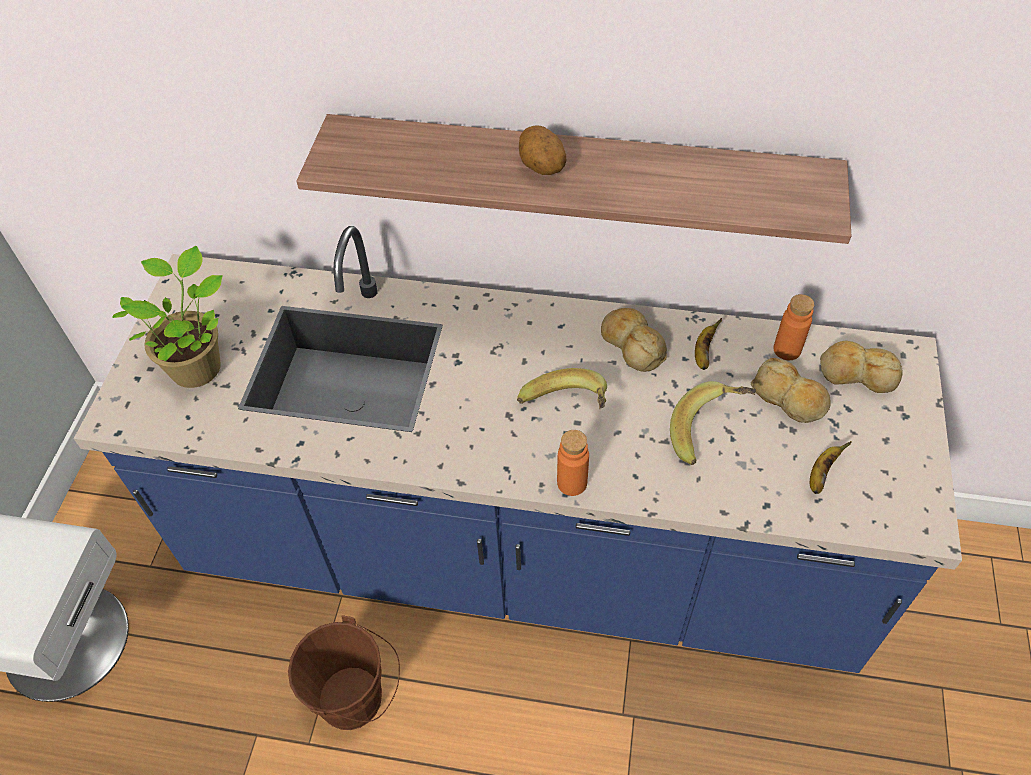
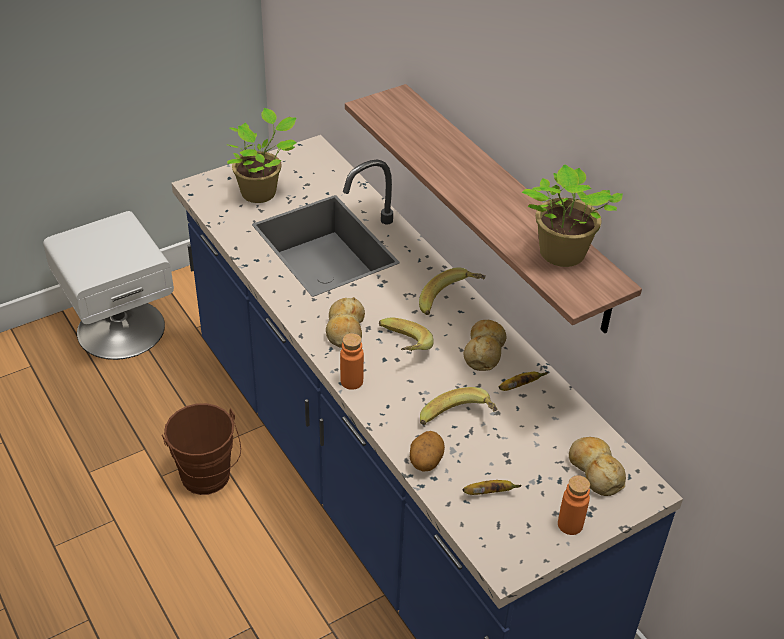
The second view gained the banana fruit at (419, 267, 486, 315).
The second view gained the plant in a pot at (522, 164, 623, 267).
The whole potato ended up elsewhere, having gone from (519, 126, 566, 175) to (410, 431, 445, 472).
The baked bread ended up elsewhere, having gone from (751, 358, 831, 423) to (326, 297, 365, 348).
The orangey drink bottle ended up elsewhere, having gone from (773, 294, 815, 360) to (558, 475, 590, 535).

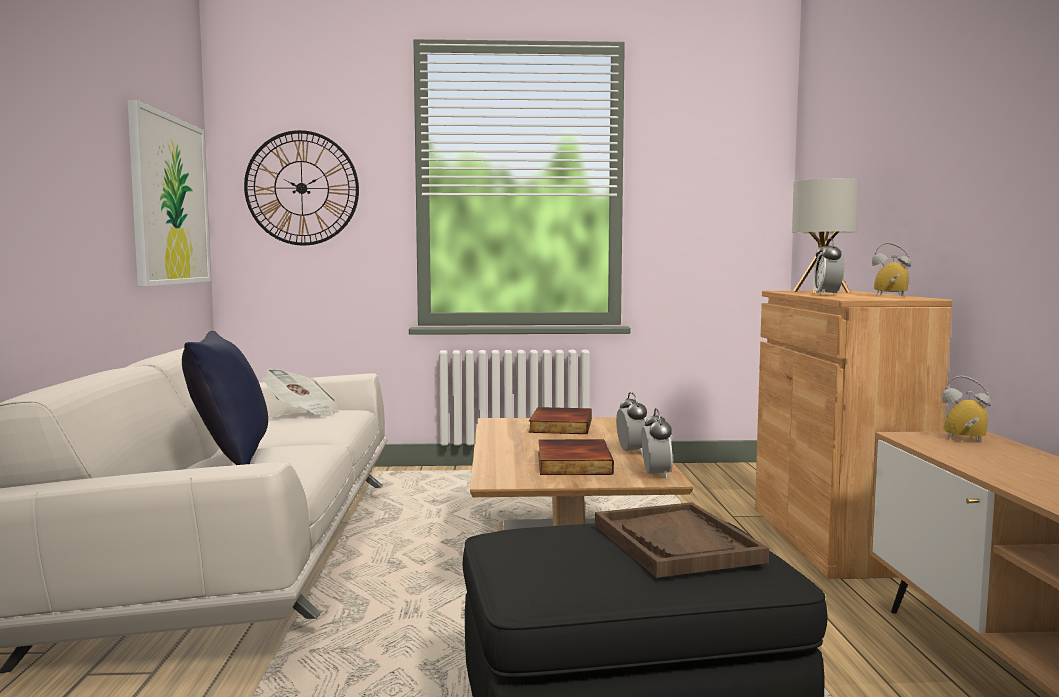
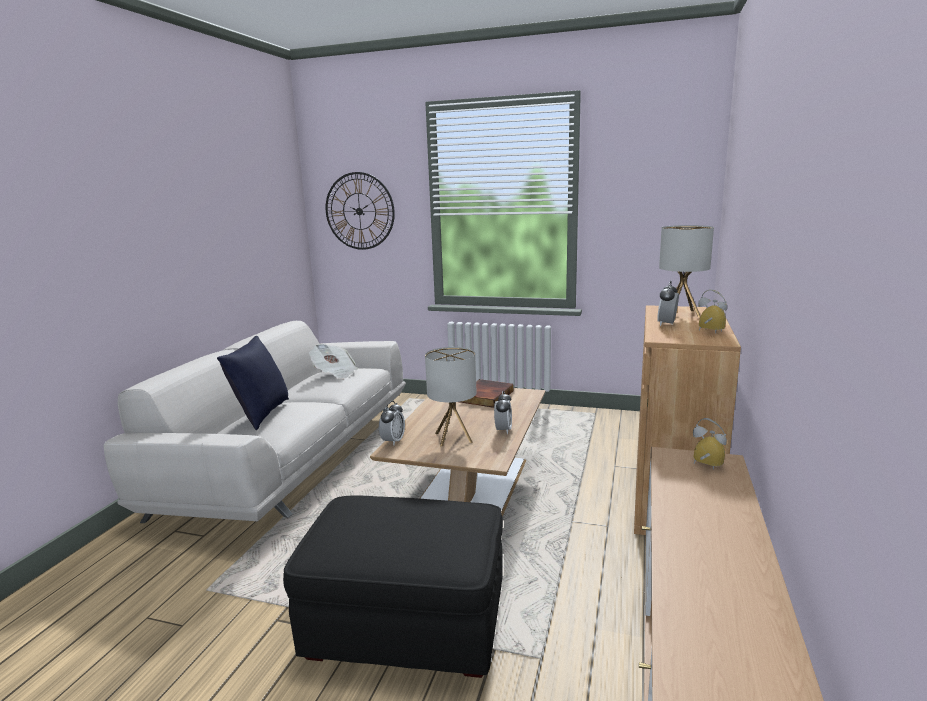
The second view lost the wall picture at (127, 100, 211, 286).
The second view lost the brown tray at (595, 502, 769, 578).
The alarm clock ended up elsewhere, having gone from (641, 408, 673, 479) to (379, 401, 405, 446).
Where the bound book stood at (538, 439, 614, 475), the lamp for a table came to stand at (425, 347, 477, 446).

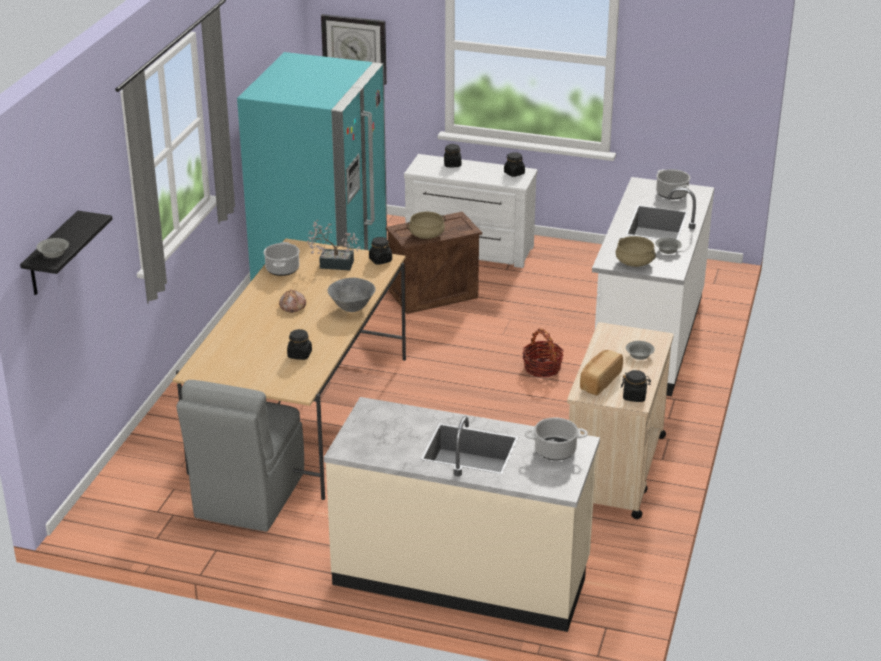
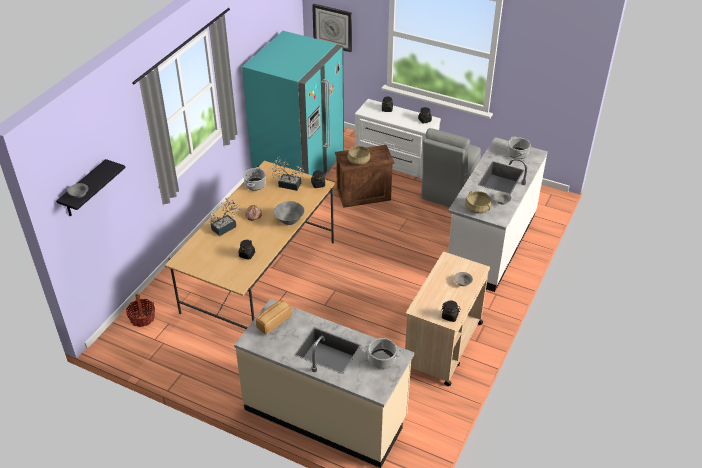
The second view gained the plant in a pot at (208, 197, 241, 236).
The greyish upright chair ended up elsewhere, having gone from (176, 380, 304, 532) to (421, 128, 481, 207).
The basket ended up elsewhere, having gone from (522, 328, 564, 378) to (126, 294, 155, 327).
The baked bread ended up elsewhere, having gone from (580, 350, 623, 396) to (256, 300, 292, 335).

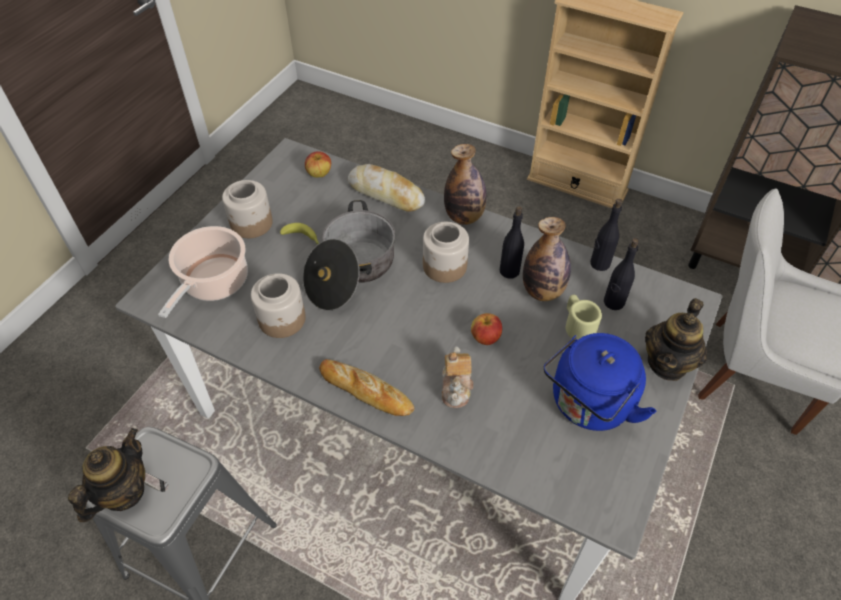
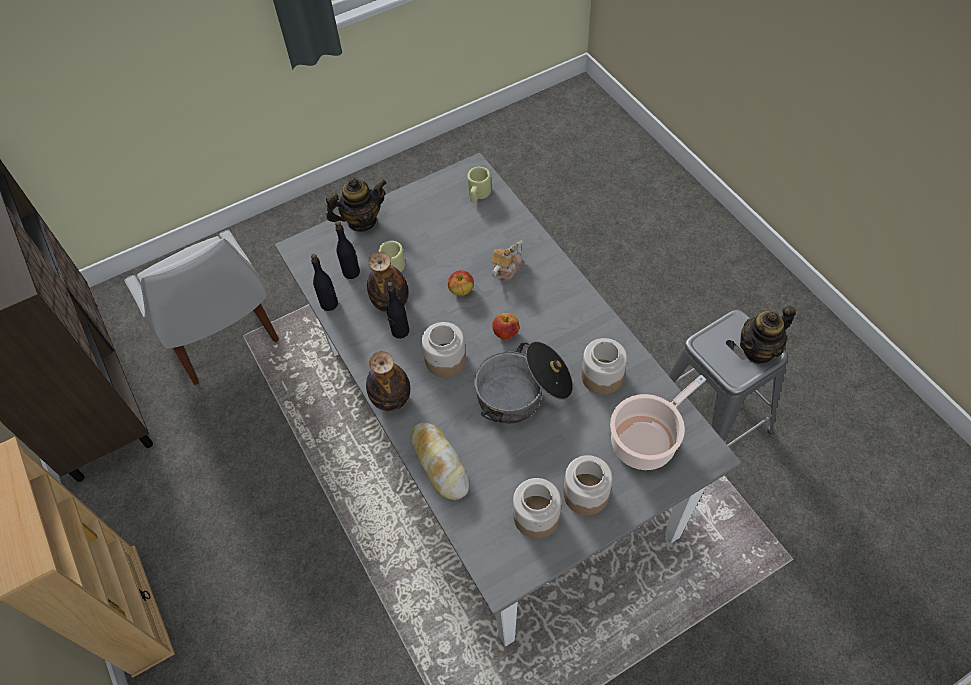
The second view lost the banana fruit at (280, 223, 319, 244).
The second view lost the baked bread at (319, 359, 414, 416).
The second view lost the blue-coloured water kettle at (543, 333, 656, 431).
The second view gained the beige tea mug at (467, 167, 491, 203).
The second view gained the jar at (513, 478, 561, 538).
The apple fruit ended up elsewhere, having gone from (305, 151, 331, 177) to (492, 313, 520, 340).

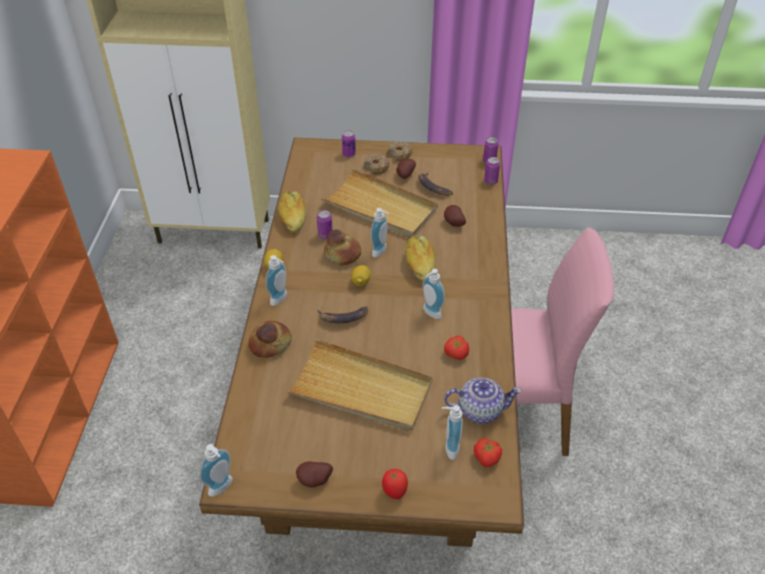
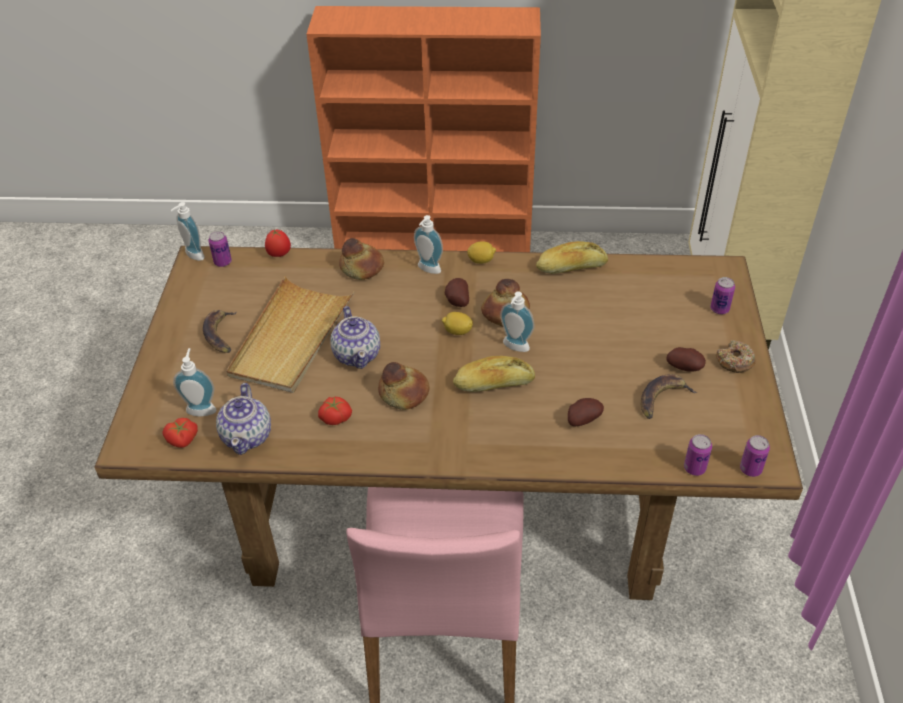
The second view lost the beige tray at (321, 168, 438, 238).
The second view lost the ring doughnut at (364, 154, 389, 174).
The second view gained the tea pot at (331, 306, 380, 369).
The whole potato ended up elsewhere, having gone from (296, 462, 333, 488) to (444, 278, 469, 307).
The sealed can ended up elsewhere, having gone from (317, 210, 333, 239) to (208, 231, 232, 267).
The banana fruit ended up elsewhere, having gone from (317, 306, 368, 323) to (203, 310, 237, 353).
The whole tomato ended up elsewhere, having gone from (382, 469, 408, 499) to (265, 230, 291, 257).
Where the liquid soap bottle stood at (422, 269, 445, 319), the baked bread came to stand at (378, 362, 430, 410).

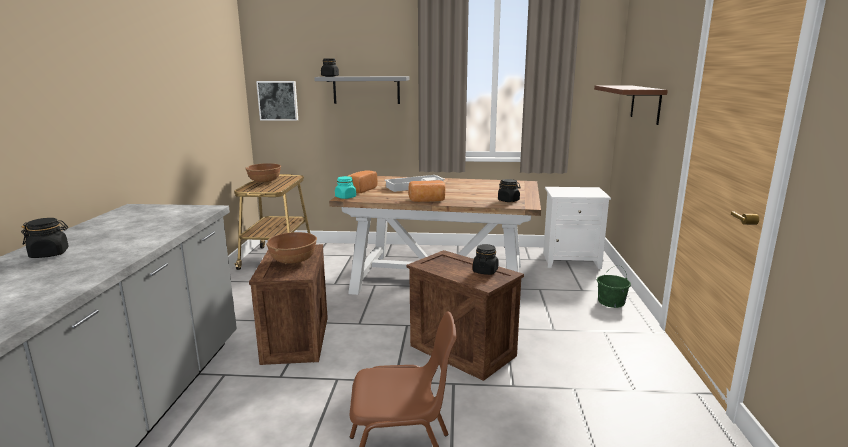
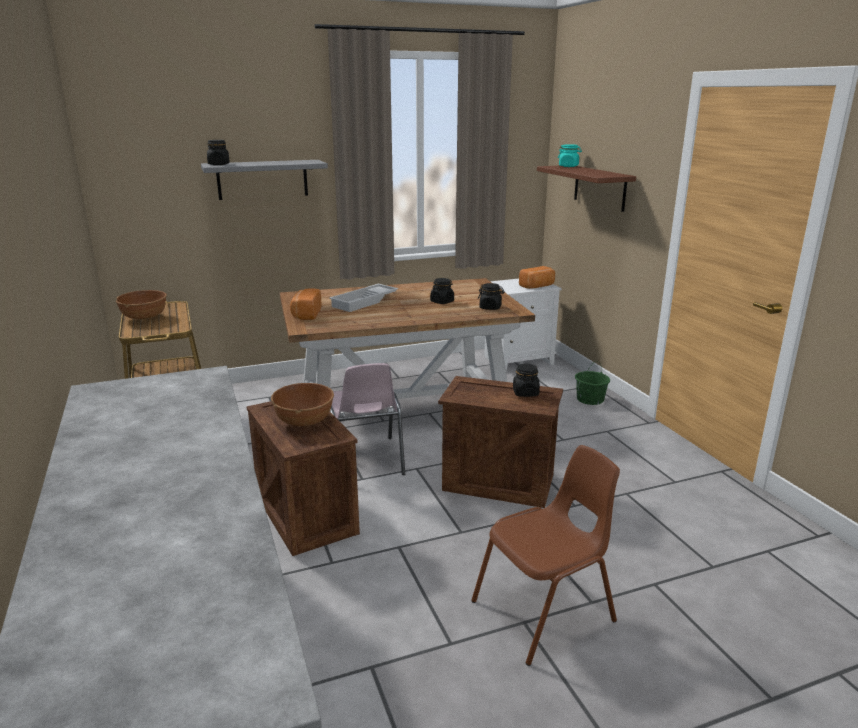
The second view lost the wall picture at (256, 81, 298, 121).
The second view gained the pinkish upright chair at (330, 363, 405, 475).
The black-coloured jar ended up elsewhere, having gone from (21, 218, 69, 258) to (430, 278, 454, 304).
The turquoise jar ended up elsewhere, having gone from (335, 176, 356, 199) to (558, 144, 582, 167).
The baked bread ended up elsewhere, having gone from (408, 180, 445, 202) to (519, 266, 555, 289).

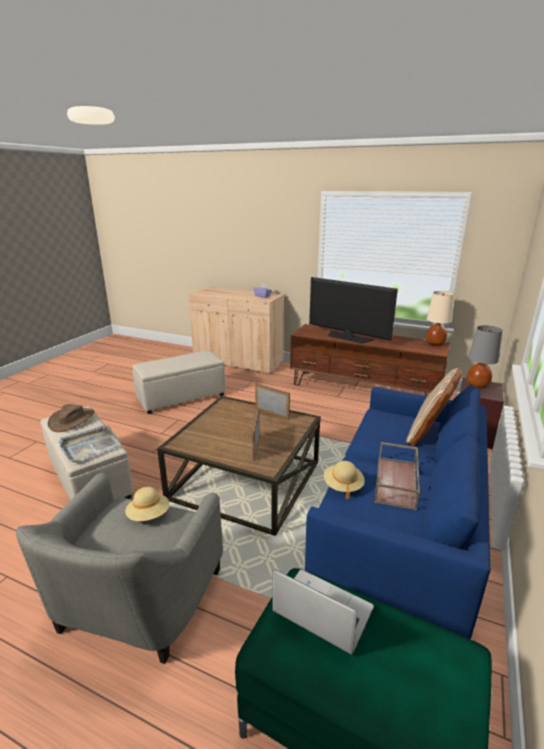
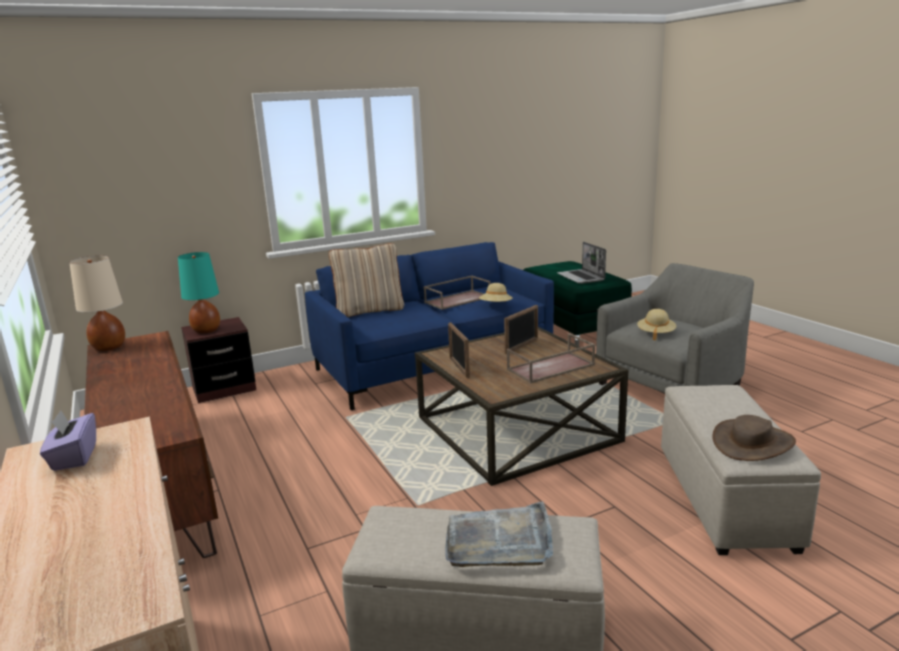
The second view lost the TV set at (309, 277, 398, 343).
The second view gained the brown tray at (507, 333, 595, 383).
The greyish tray ended up elsewhere, having gone from (59, 425, 122, 462) to (445, 501, 553, 567).
What was the greyish lamp for a table at (467, 326, 502, 388) turned into the turquoise lamp for a table at (178, 252, 220, 334).

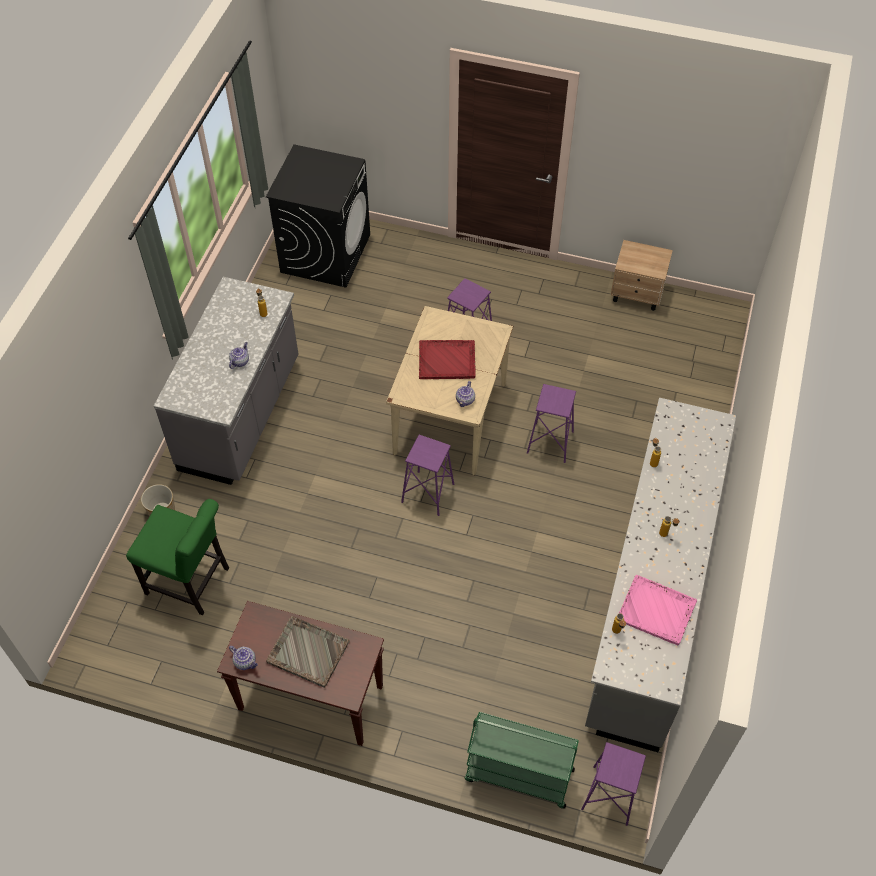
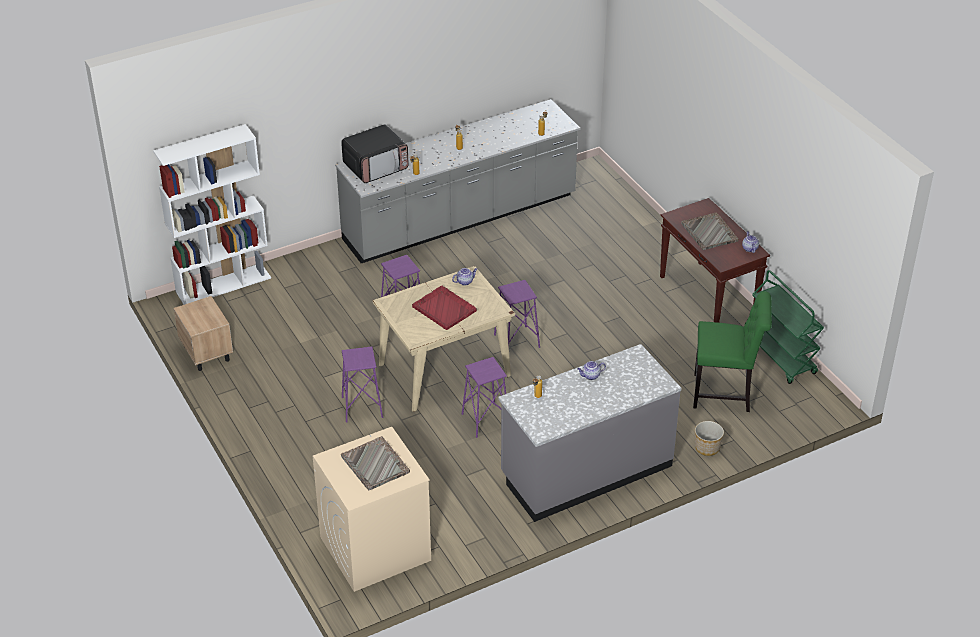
The second view lost the pinkish tray at (619, 575, 697, 645).
The second view gained the whitish shelving unit at (153, 124, 271, 305).
The second view gained the microwave at (341, 124, 409, 183).
The second view gained the greyish tray at (341, 436, 410, 490).
The greenish wheeled cart ended up elsewhere, having gone from (465, 712, 579, 809) to (752, 270, 824, 384).
The purple stool seat ended up elsewhere, having gone from (581, 742, 646, 826) to (462, 357, 507, 438).
What was the black-coloured laundry machine at (266, 144, 370, 288) turned into the beige laundry machine at (313, 427, 431, 592).
The greenish upright chair at (126, 499, 229, 615) ended up facing another way, 120 degrees clockwise from before.

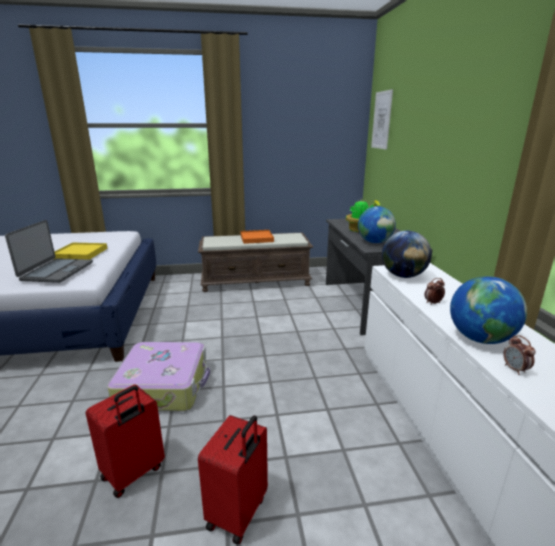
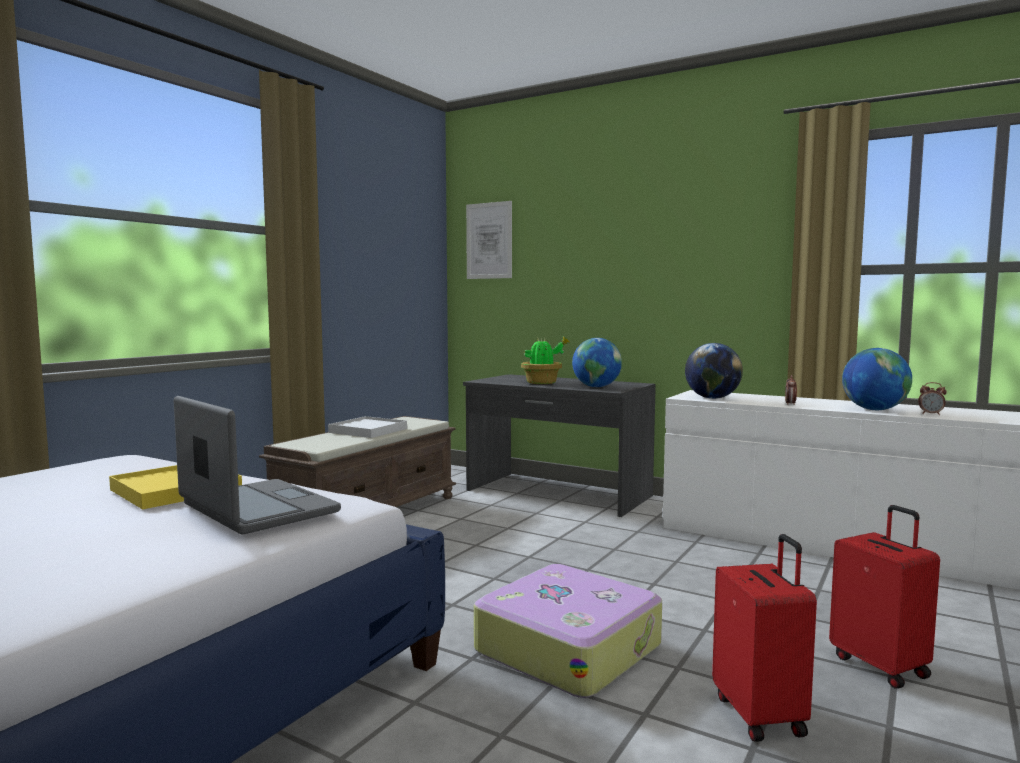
What was the orangey tray at (241, 230, 274, 244) turned into the whitish tray at (328, 416, 407, 438).

